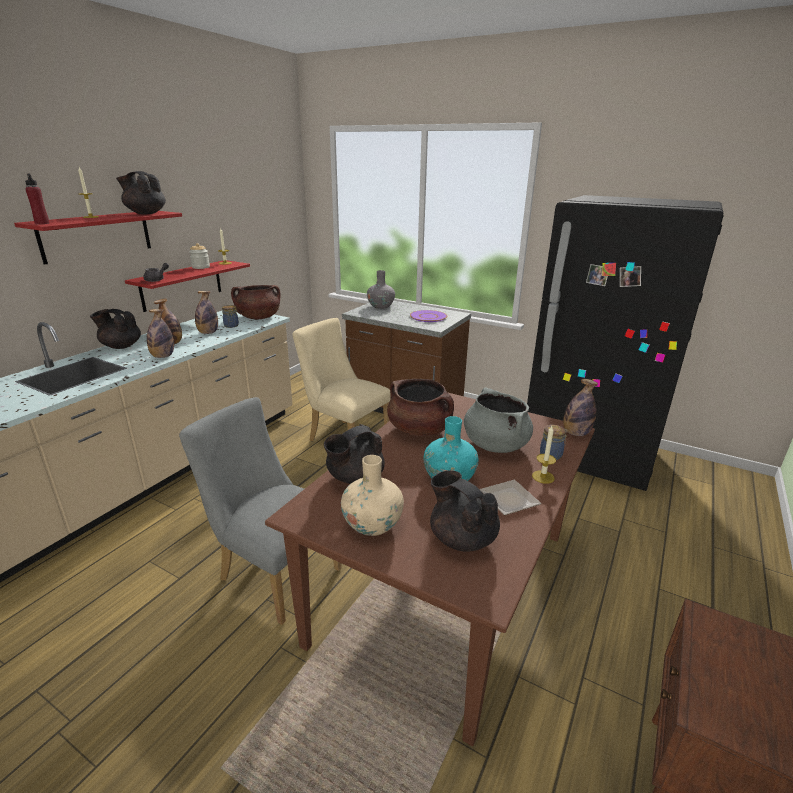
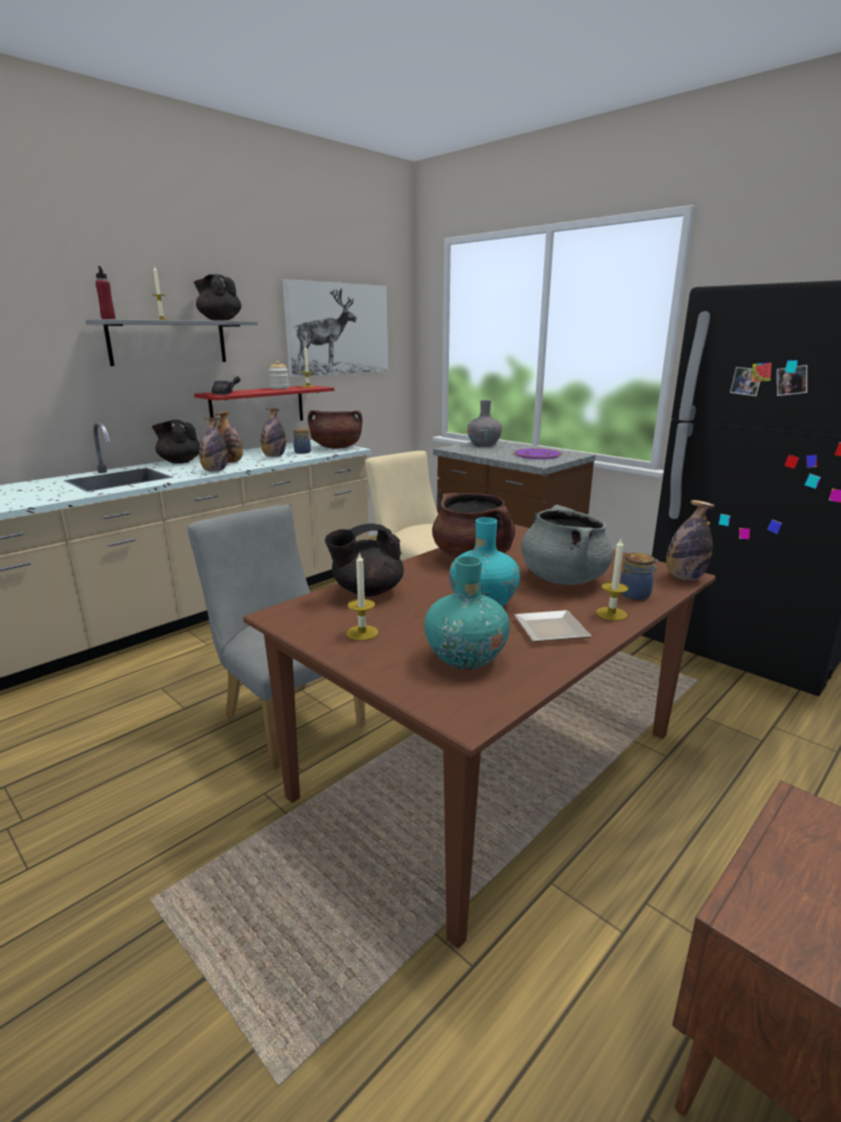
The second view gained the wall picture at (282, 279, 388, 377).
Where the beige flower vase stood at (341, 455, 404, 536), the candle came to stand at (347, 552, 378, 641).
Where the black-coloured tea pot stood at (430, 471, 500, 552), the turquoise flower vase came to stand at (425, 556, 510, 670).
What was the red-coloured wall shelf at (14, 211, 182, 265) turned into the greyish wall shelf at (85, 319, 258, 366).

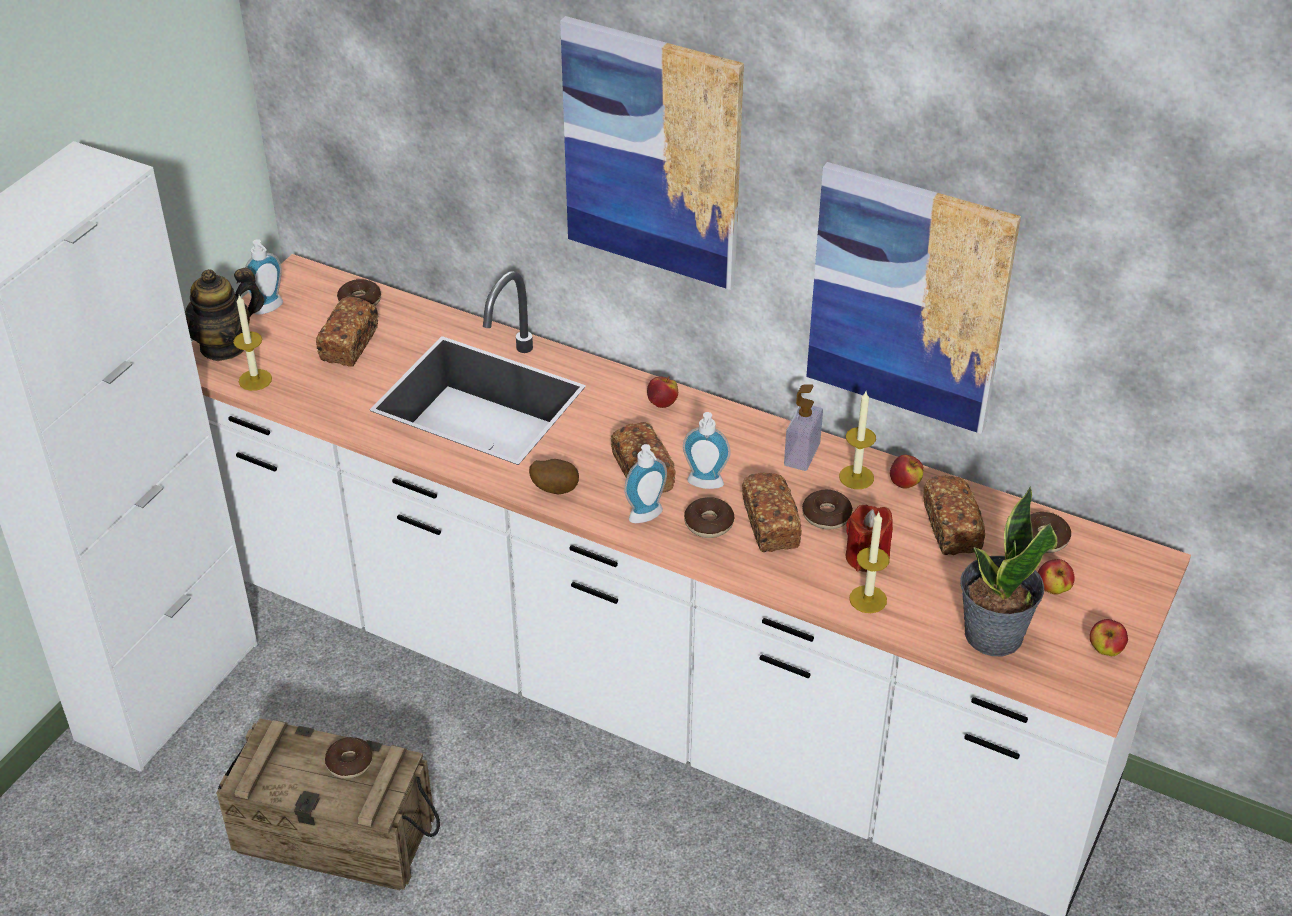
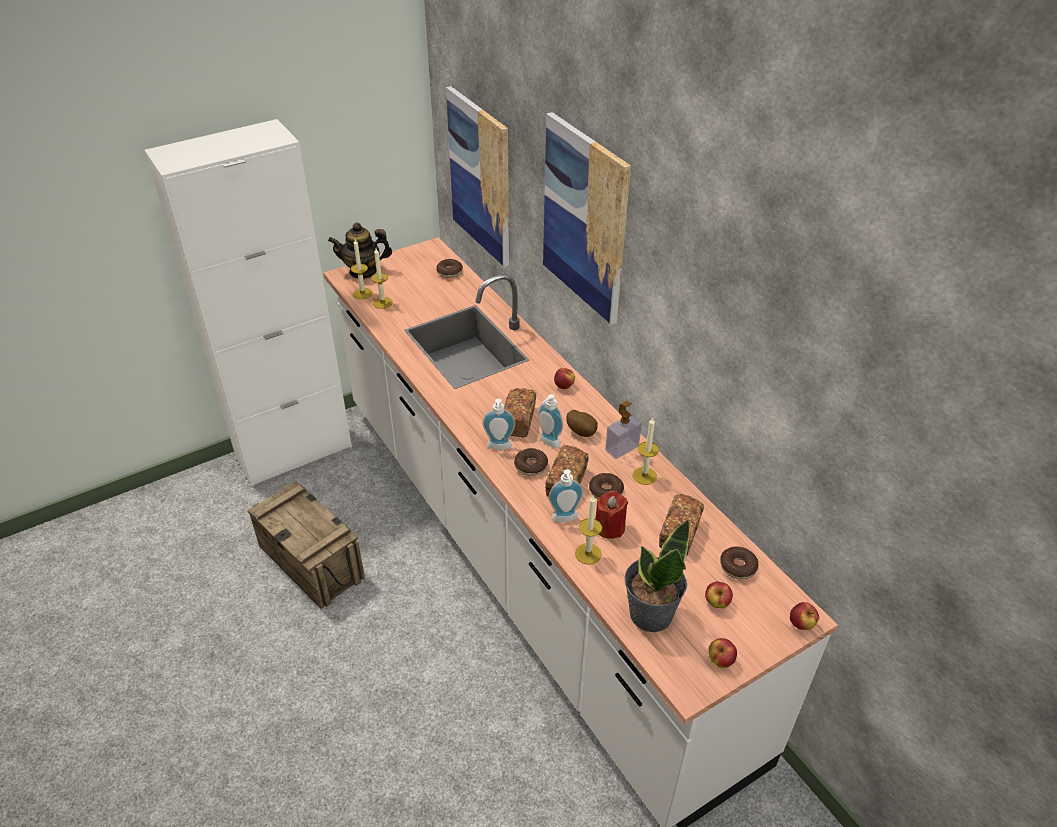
The second view lost the baked bread at (316, 296, 378, 367).
The second view lost the ring doughnut at (325, 737, 373, 779).
The second view gained the candle at (371, 248, 393, 309).
The liquid soap bottle ended up elsewhere, having gone from (245, 239, 283, 315) to (548, 469, 584, 522).
The whole potato ended up elsewhere, having gone from (529, 459, 579, 494) to (566, 410, 598, 437).
The wall picture ended up elsewhere, having gone from (806, 162, 1021, 434) to (446, 86, 509, 267).
The apple fruit ended up elsewhere, having gone from (890, 455, 924, 489) to (790, 602, 819, 630).

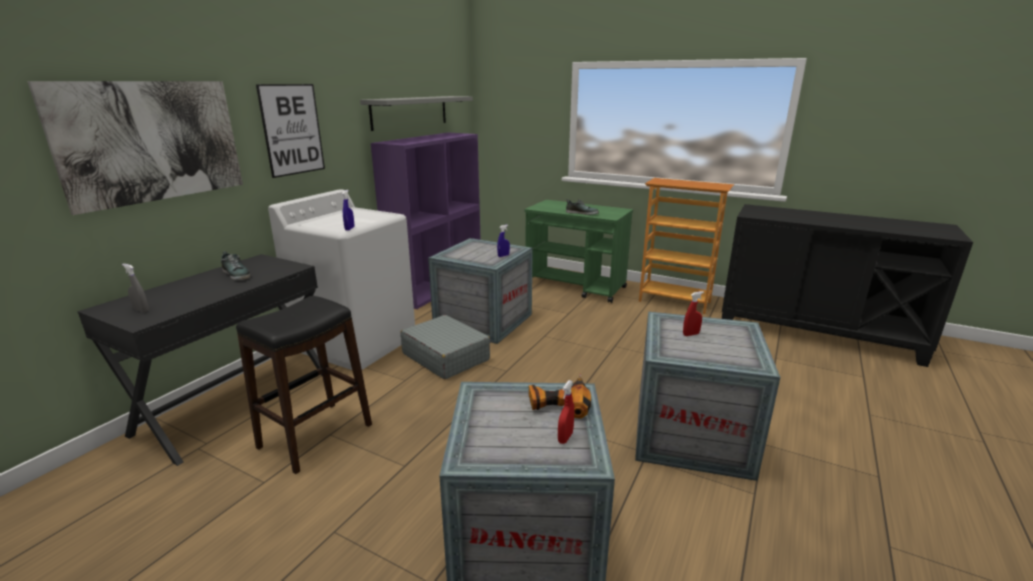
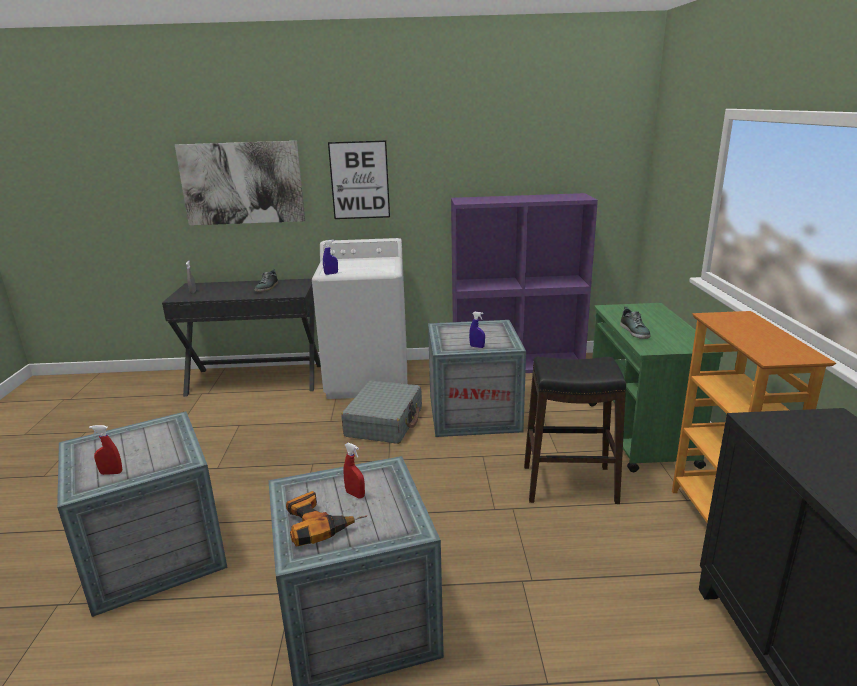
The second view lost the greyish wall shelf at (360, 96, 473, 131).
The black-coloured stool seat ended up elsewhere, having gone from (236, 296, 372, 474) to (524, 357, 626, 504).
The electric drill ended up elsewhere, having gone from (529, 374, 591, 419) to (286, 491, 367, 547).

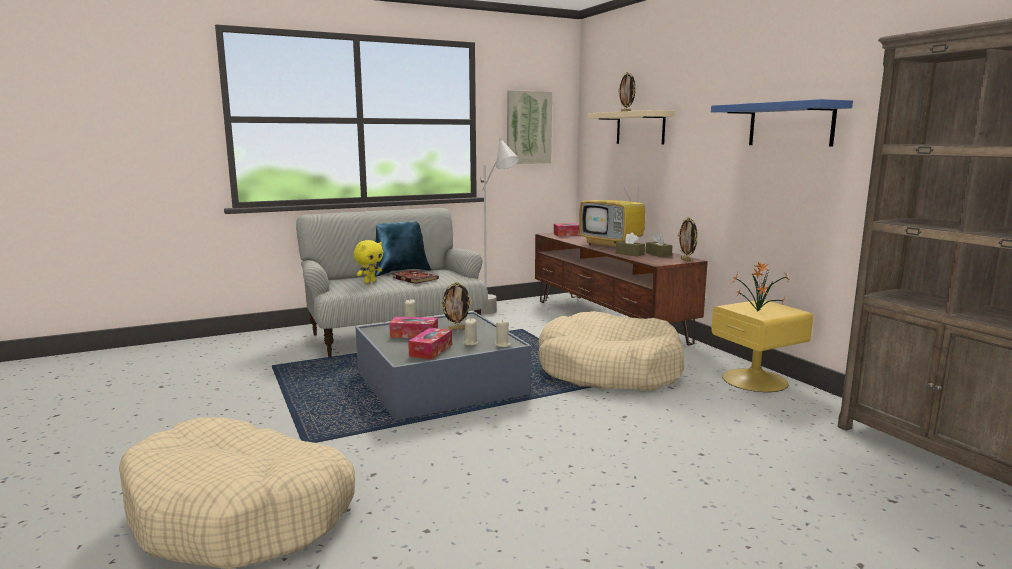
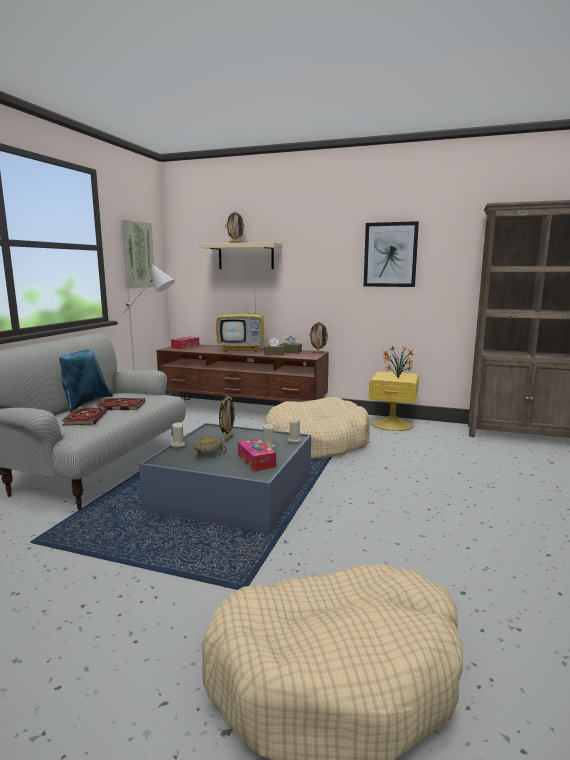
Where the yellow-coloured plush toy stood at (354, 240, 383, 283), the bound book came to stand at (62, 408, 108, 426).
Where the box of tissues stood at (389, 317, 438, 338), the beige bowl came to stand at (194, 436, 227, 461).
Where the blue-coloured wall shelf hung at (711, 99, 853, 147), the wall picture came to hang at (364, 221, 419, 287).

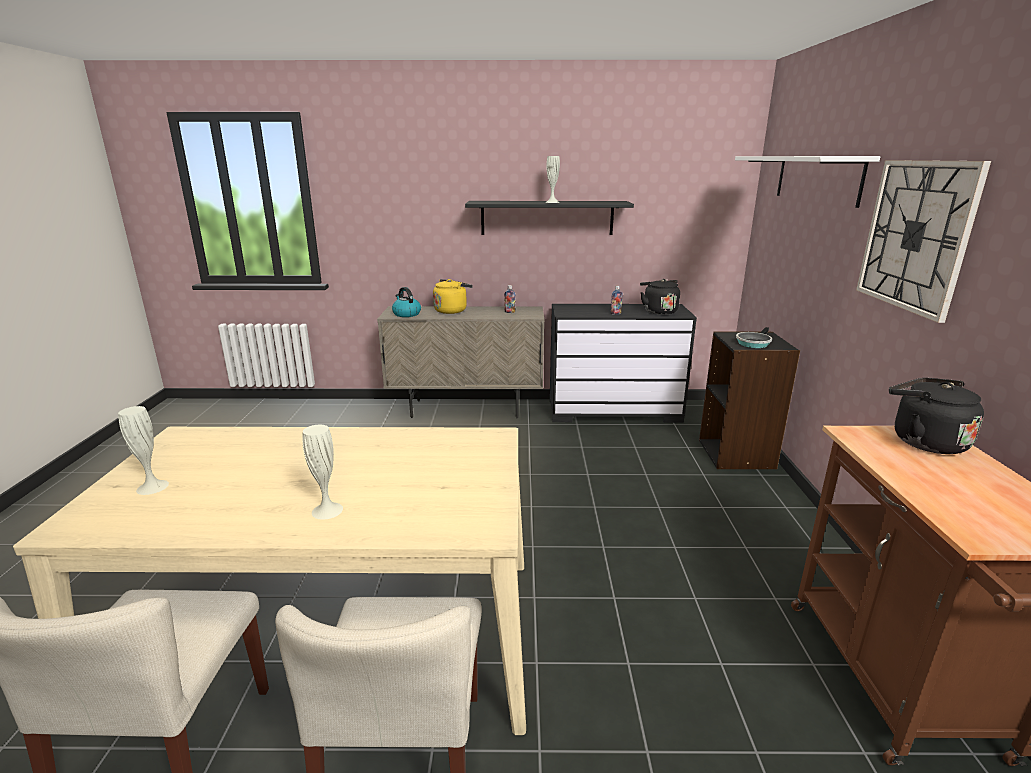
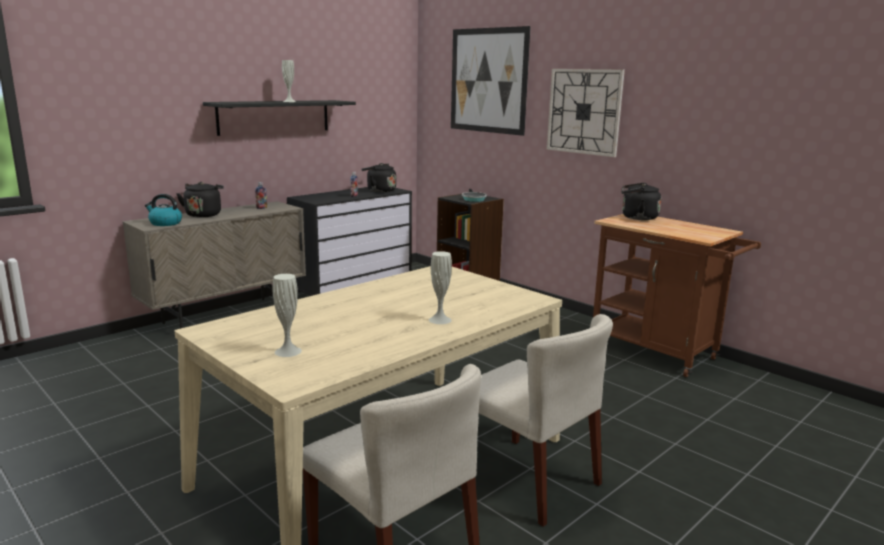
Where the whitish wall shelf hung at (735, 156, 880, 208), the wall picture came to hang at (451, 26, 531, 136).
What was the yellow-coloured water kettle at (433, 279, 473, 314) turned into the black-coloured water kettle at (176, 182, 224, 217).

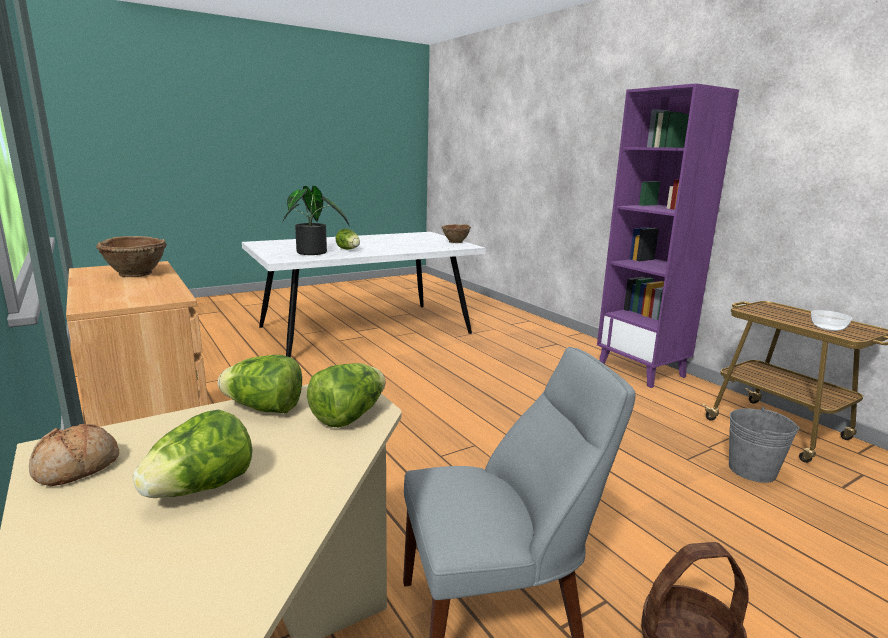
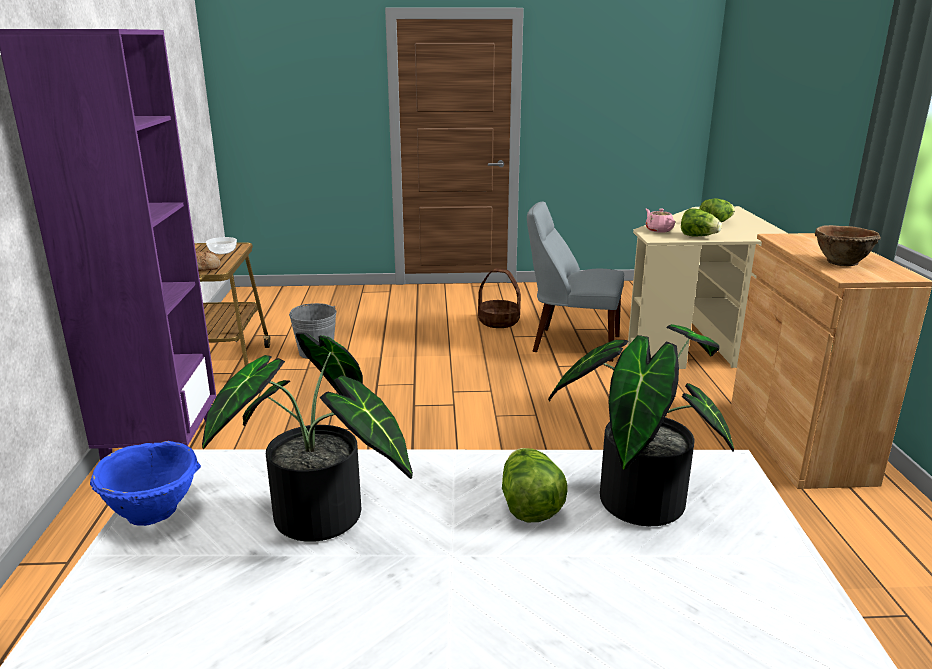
The second view gained the plant in a pot at (202, 332, 413, 542).
The baked bread ended up elsewhere, having gone from (29, 424, 119, 486) to (196, 250, 221, 271).
Where the lettuce head stood at (307, 363, 385, 427), the pinkish tea pot came to stand at (646, 209, 675, 233).
What was the brown bowl at (441, 224, 471, 243) turned into the blue-coloured bowl at (90, 441, 201, 526).

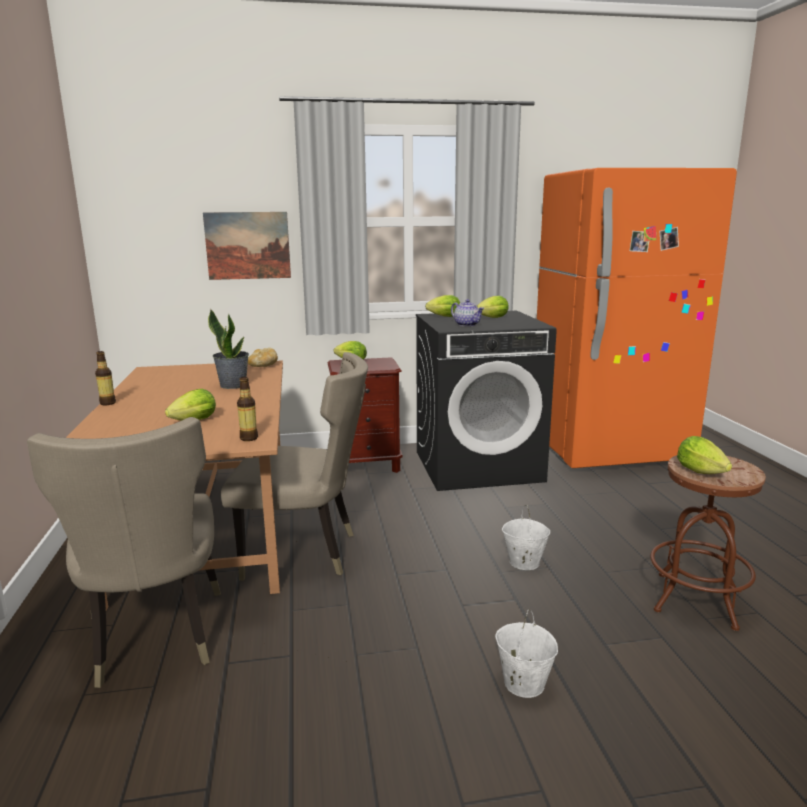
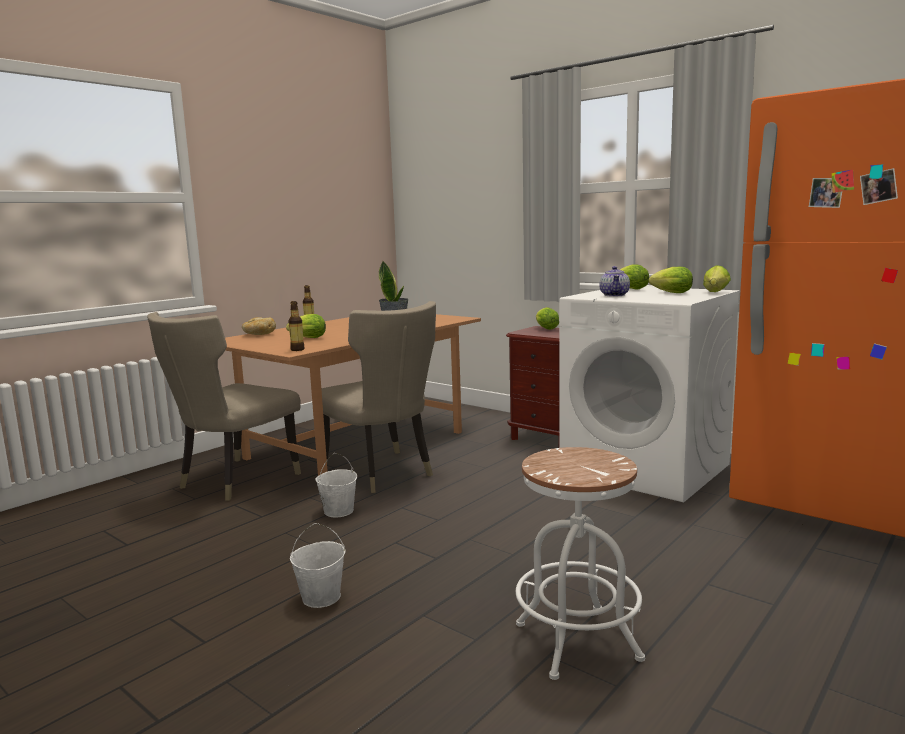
The second view lost the wall picture at (203, 212, 291, 280).
The baked bread ended up elsewhere, having gone from (248, 348, 278, 367) to (242, 317, 276, 335).
The whitish bucket ended up elsewhere, having gone from (502, 505, 550, 570) to (316, 453, 357, 517).
The lettuce head ended up elsewhere, having gone from (677, 436, 732, 474) to (703, 265, 731, 292).
What was the black-coloured laundry machine at (416, 311, 557, 491) turned into the whitish laundry machine at (559, 287, 740, 502).
What was the brown stool seat at (650, 455, 766, 631) turned into the whitish stool seat at (516, 447, 645, 680).

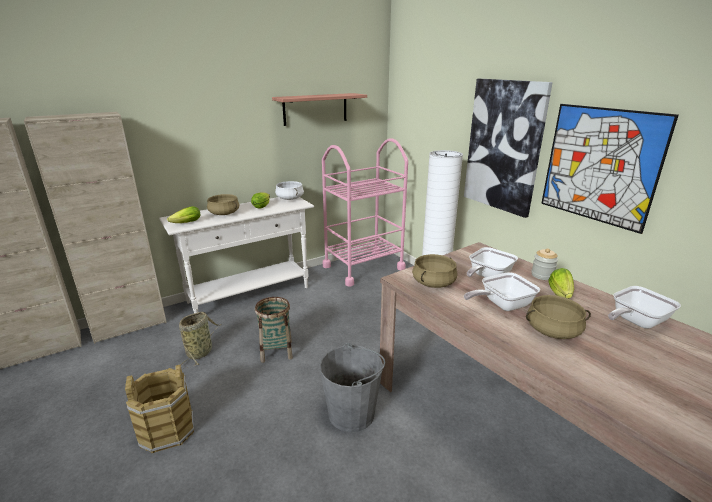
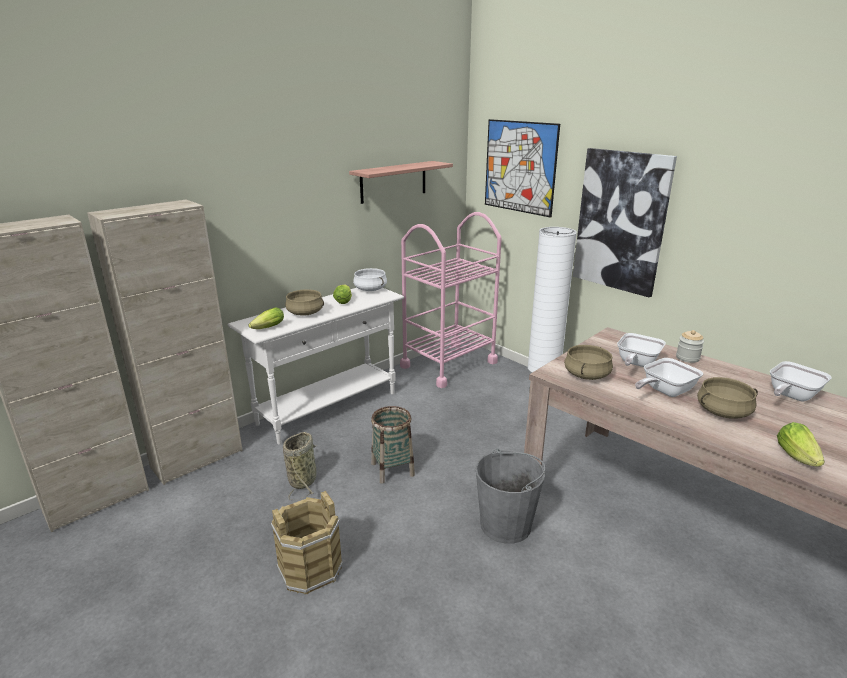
The wall picture ended up elsewhere, having gone from (541, 104, 678, 234) to (485, 119, 560, 218).
The lettuce head ended up elsewhere, having gone from (548, 268, 574, 299) to (777, 422, 825, 466).

